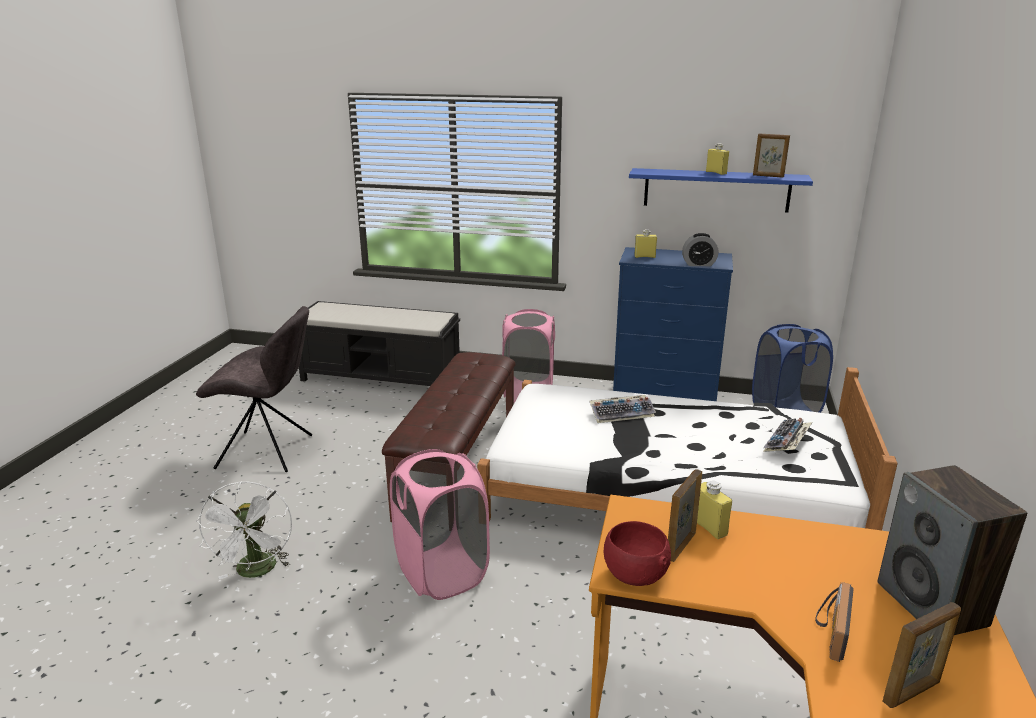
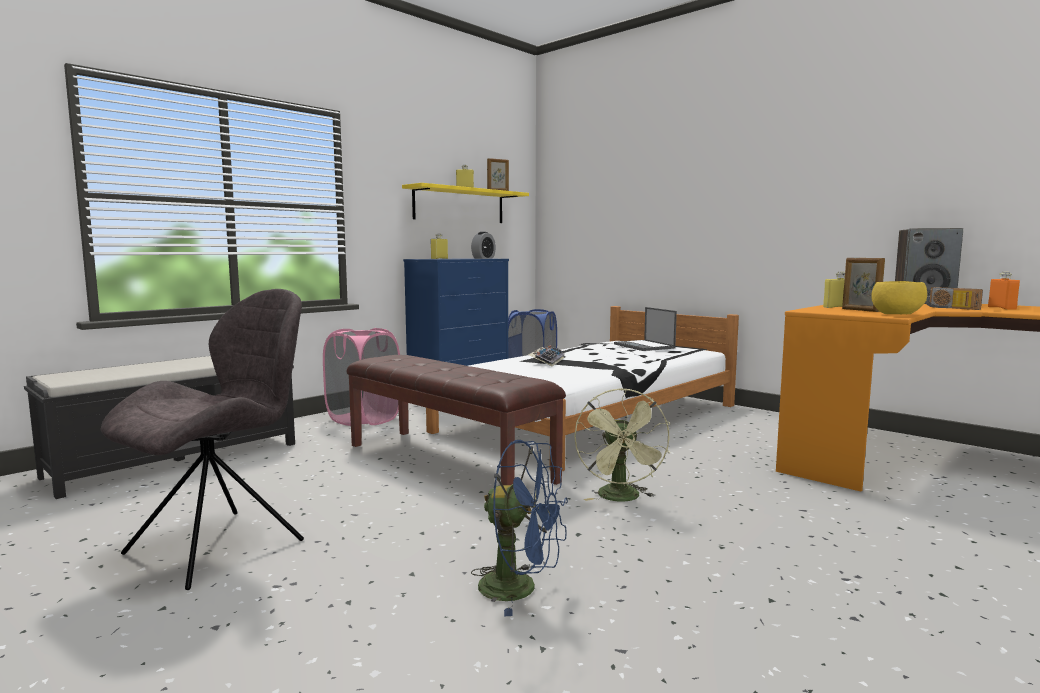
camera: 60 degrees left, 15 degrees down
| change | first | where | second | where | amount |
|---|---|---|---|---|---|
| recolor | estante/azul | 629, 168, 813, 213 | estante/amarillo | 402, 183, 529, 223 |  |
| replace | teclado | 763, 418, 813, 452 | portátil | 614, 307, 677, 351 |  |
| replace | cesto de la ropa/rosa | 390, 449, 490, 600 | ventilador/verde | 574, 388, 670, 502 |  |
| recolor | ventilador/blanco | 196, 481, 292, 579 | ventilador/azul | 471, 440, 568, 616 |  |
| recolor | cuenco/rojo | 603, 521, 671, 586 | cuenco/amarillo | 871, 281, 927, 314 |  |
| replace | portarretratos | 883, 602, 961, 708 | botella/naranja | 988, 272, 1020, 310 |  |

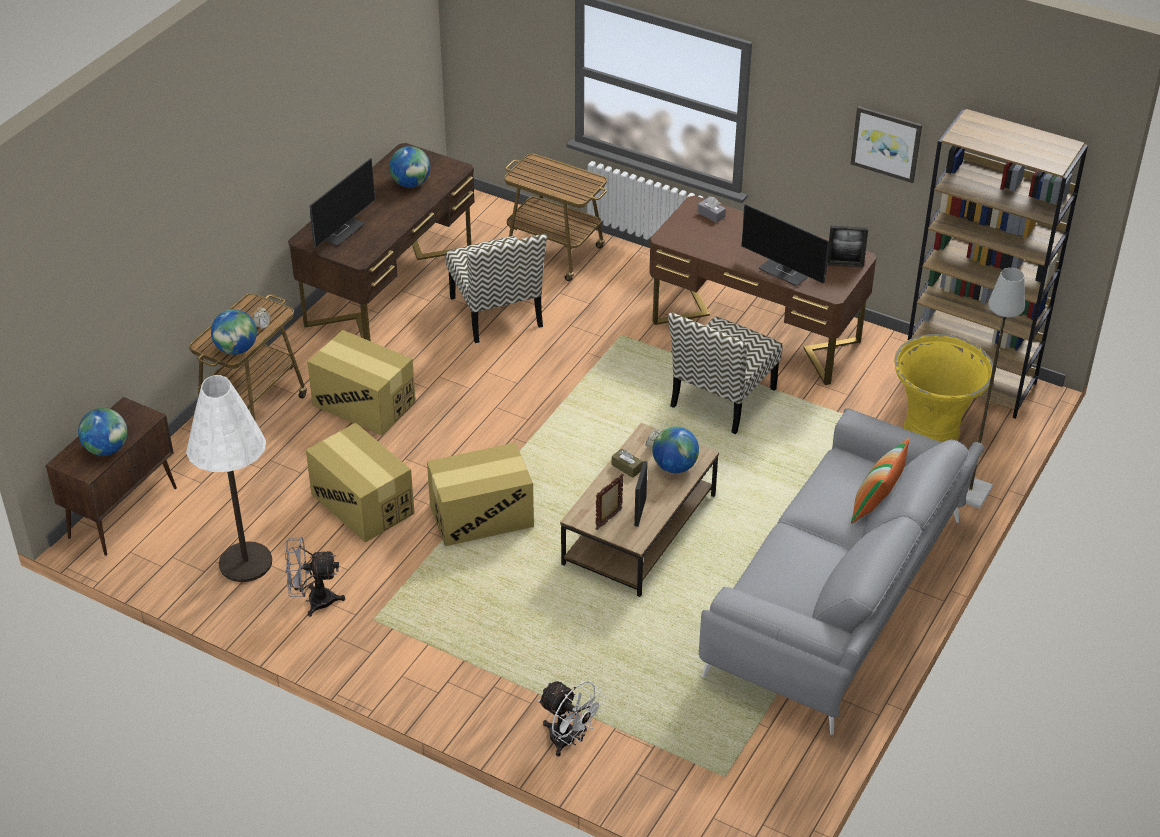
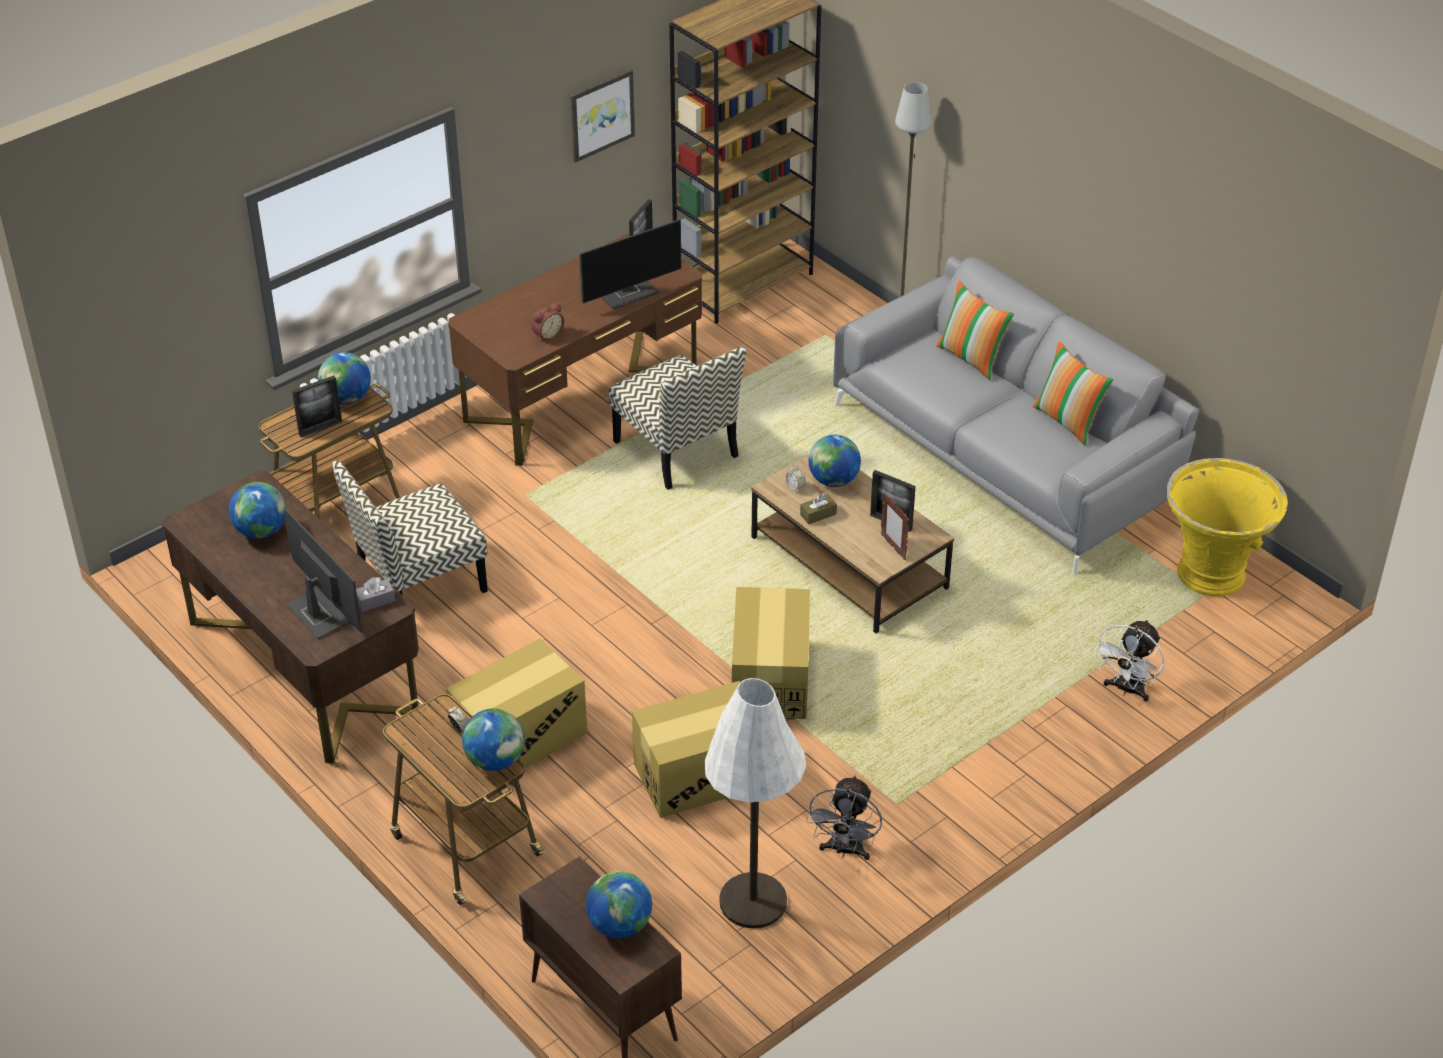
camera: 70 degrees left, 0 degrees up
| change | first | where | second | where | amount |
|---|---|---|---|---|---|
| move | caja de pañuelos/gris | 698, 197, 726, 223 |  | 356, 577, 395, 612 |  |
| rotate | silla | 446, 234, 547, 343 |  | 332, 460, 488, 594 | 150 degrees clockwise |
| move | maceta/amarillo | 894, 334, 993, 442 |  | 1166, 458, 1288, 597 |  |
| rotate | ventilador/blanco | 538, 681, 605, 757 |  | 1093, 620, 1164, 702 | 150 degrees clockwise |
| insert |  |  | despertador | 531, 303, 564, 342 |  |
| insert |  |  | cojín | 1033, 341, 1114, 446 |  |
| insert |  |  | globo terráqueo | 318, 352, 371, 405 |  |
| insert |  |  | portarretratos | 292, 375, 342, 437 |  |

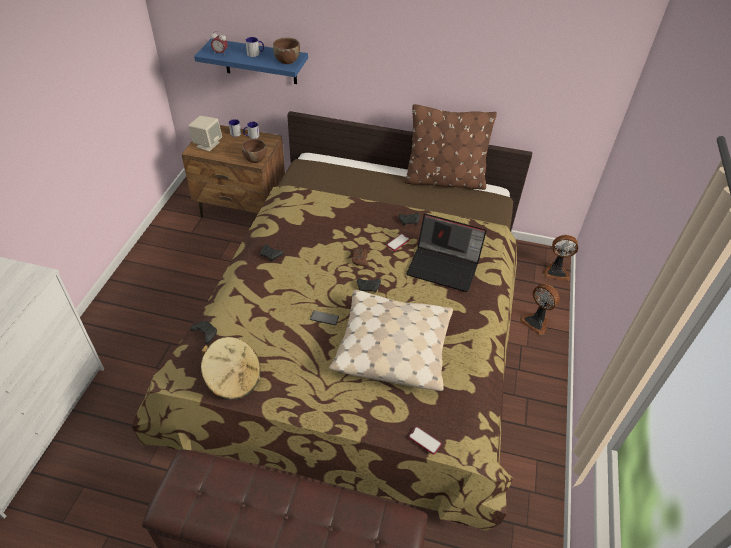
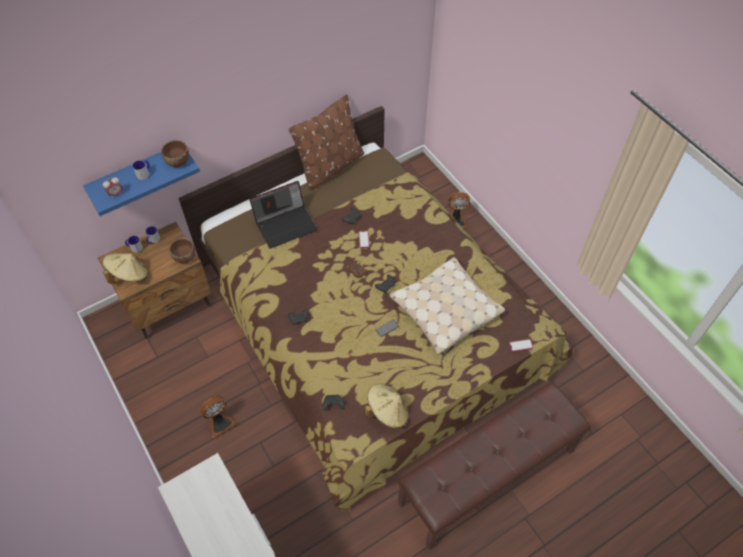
camera: 45 degrees left, 10 degrees up
| change | first | where | second | where | amount |
|---|---|---|---|---|---|
| replace | altavoz/beis | 188, 116, 222, 151 | sombrero/beis | 102, 253, 148, 284 |  |
| move | portátil | 406, 214, 487, 292 |  | 250, 181, 317, 249 |  |
| move | ventilador | 543, 235, 578, 281 |  | 200, 395, 236, 438 |  |

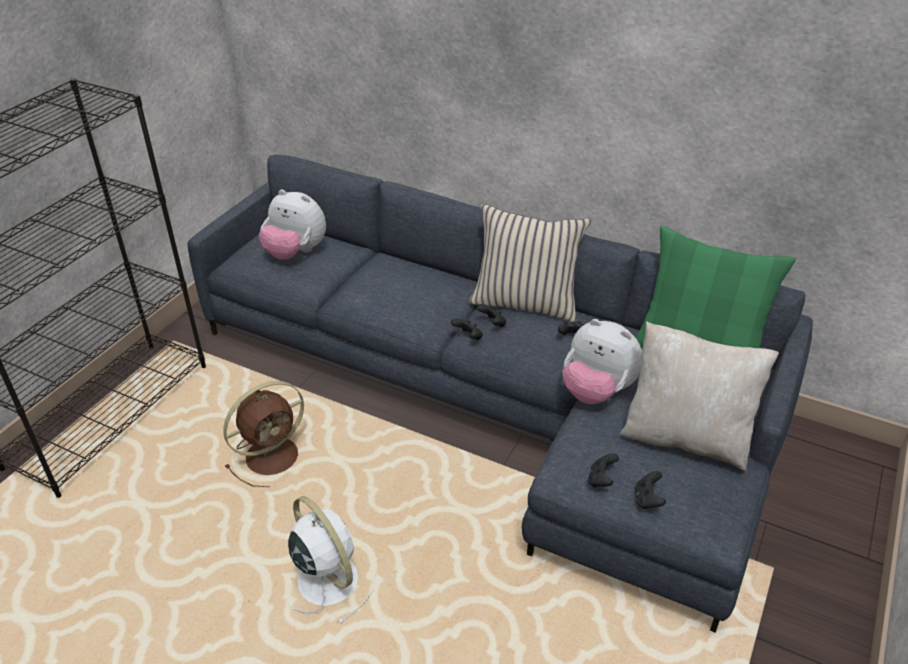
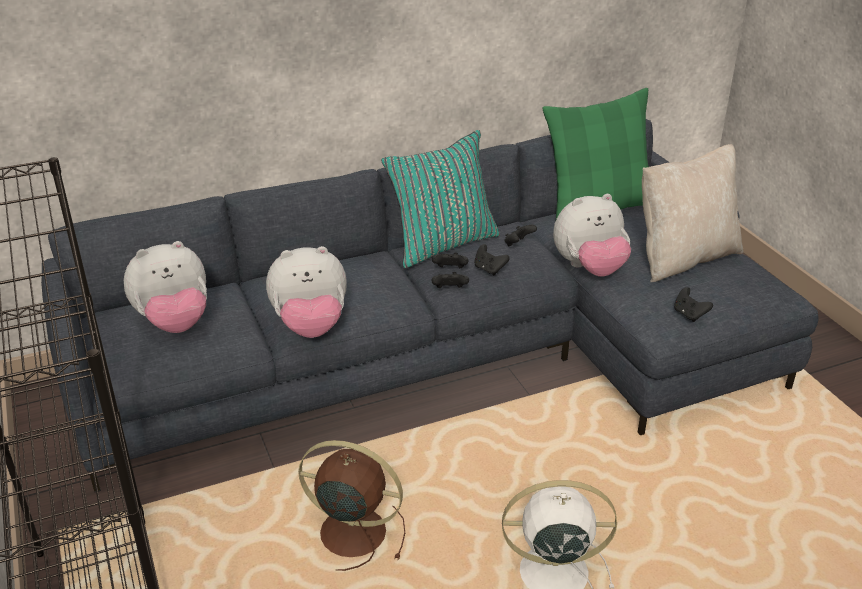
camera: 50 degrees left, 5 degrees down
| change | first | where | second | where | amount |
|---|---|---|---|---|---|
| recolor | cojín/beis | 469, 204, 591, 323 | cojín/turquesa | 381, 130, 500, 268 |  |
| rotate | ventilador/marrón | 223, 381, 304, 487 |  | 298, 440, 405, 571 | 75 degrees counterclockwise |
| move | mando de consola/negro | 635, 471, 666, 510 |  | 474, 244, 510, 275 |  |
| insert |  |  | peluche | 266, 246, 347, 338 |  |

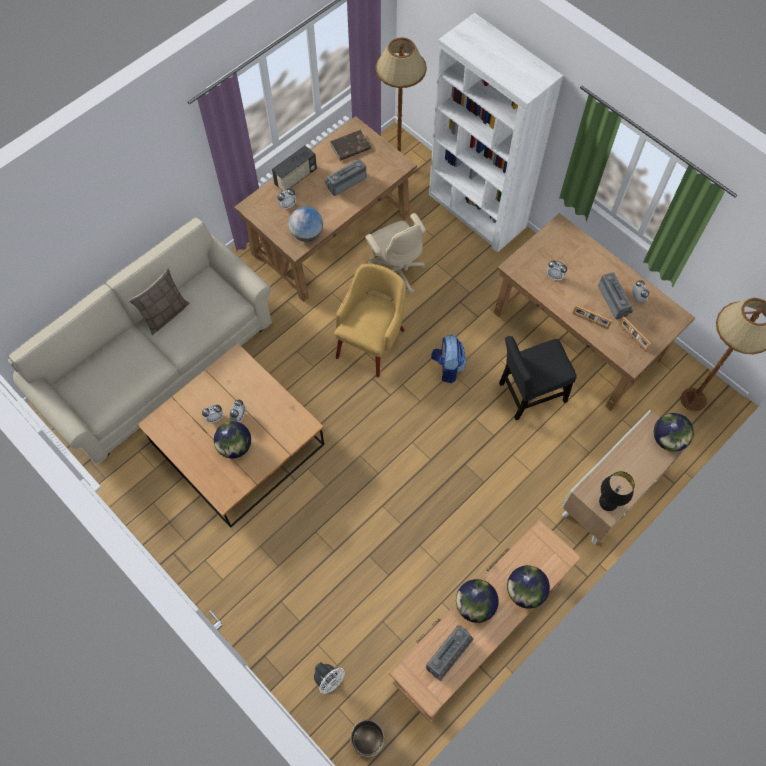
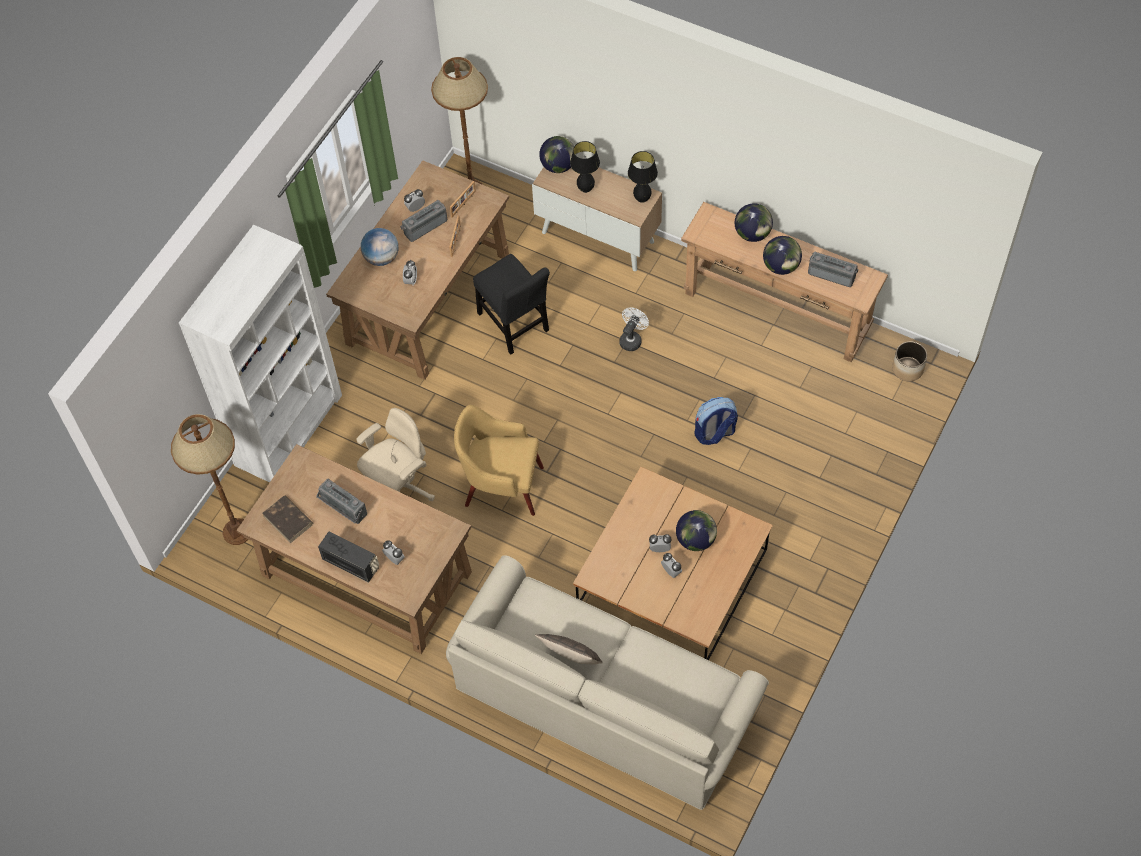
camera: 105 degrees left, 5 degrees down
| change | first | where | second | where | amount |
|---|---|---|---|---|---|
| move | globo terráqueo | 289, 207, 323, 242 |  | 361, 228, 399, 266 |  |
| move | mochila | 431, 335, 466, 383 |  | 694, 397, 738, 445 |  |
| move | ventilador/blanco | 314, 662, 345, 694 |  | 619, 307, 649, 351 |  |
| insert |  |  | lámpara de mesa/negro | 570, 141, 600, 193 |  |

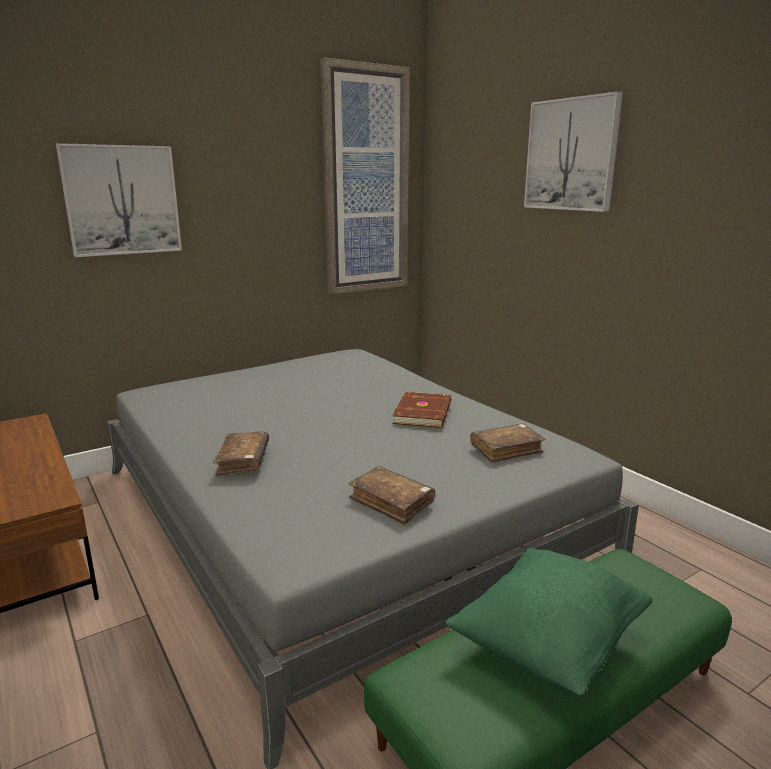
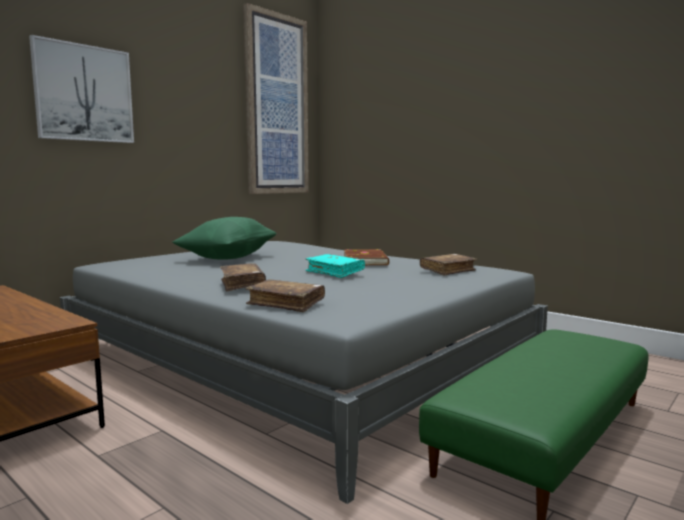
camera: 15 degrees left, 10 degrees down
| change | first | where | second | where | amount |
|---|---|---|---|---|---|
| delete | cuadro | 524, 91, 623, 212 |  |  |  |
| move | libro/marrón | 348, 466, 435, 525 |  | 245, 279, 325, 312 |  |
| move | cojín/verde | 445, 548, 653, 695 |  | 172, 217, 277, 260 |  |
| insert |  |  | libro/turquesa | 305, 254, 365, 278 |  |

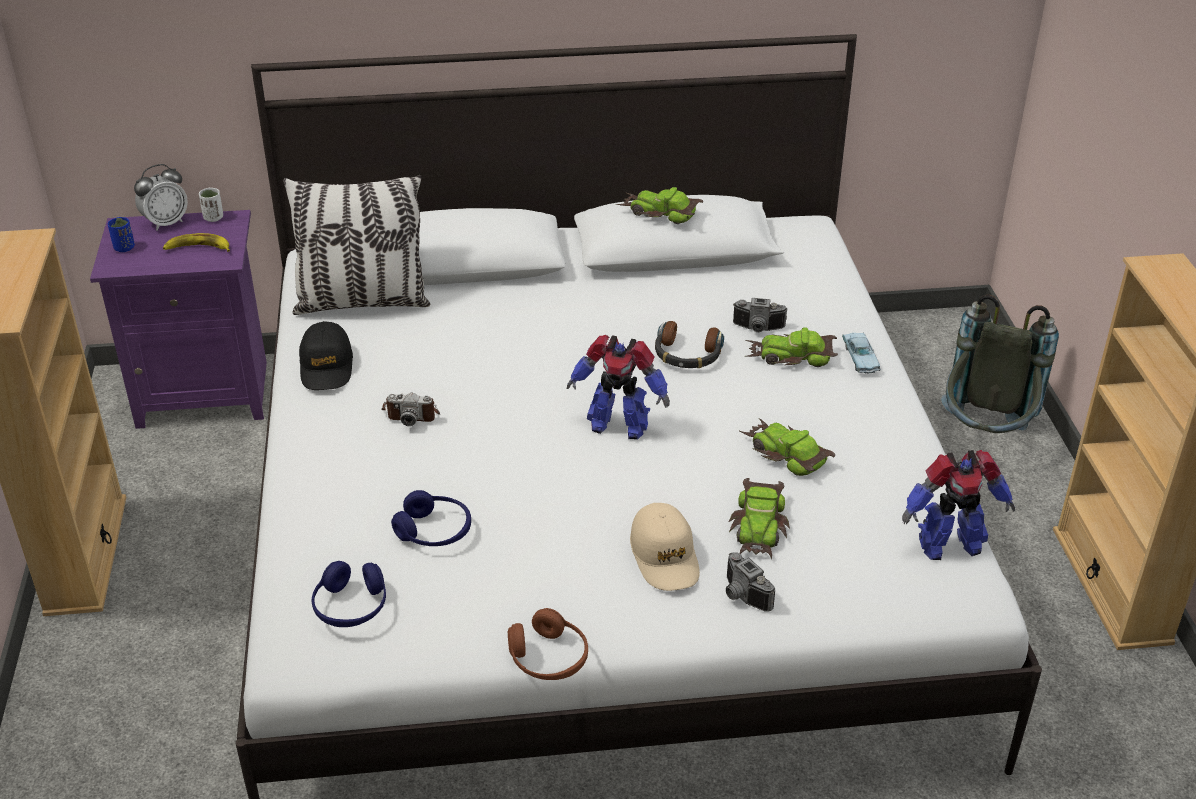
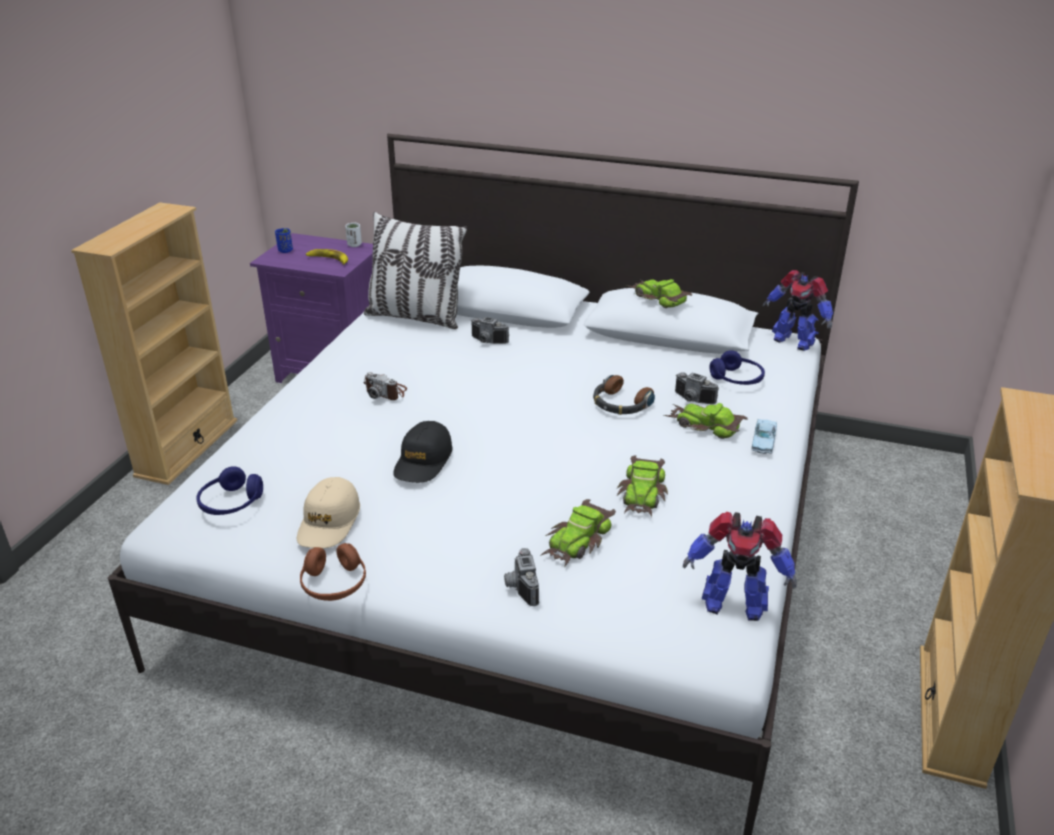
camera: 25 degrees right, 5 degrees down
| change | first | where | second | where | amount |
|---|---|---|---|---|---|
| delete | despertador | 134, 164, 188, 231 |  |  |  |
| delete | mochila/gris | 941, 295, 1059, 433 |  |  |  |
| move | gorra/negro | 299, 321, 353, 390 |  | 393, 421, 453, 483 |  |
| move | robot de juguete | 567, 335, 670, 439 |  | 763, 270, 833, 351 |  |
| rotate | coche de juguete | 740, 418, 835, 476 |  | 617, 455, 668, 517 | 150 degrees counterclockwise |
| move | auriculares/azul | 391, 490, 471, 546 |  | 710, 350, 765, 385 |  |
| move | gorra/beis | 630, 503, 700, 591 |  | 297, 477, 360, 548 |  |
| insert |  |  | cámara | 471, 317, 509, 344 |  |

